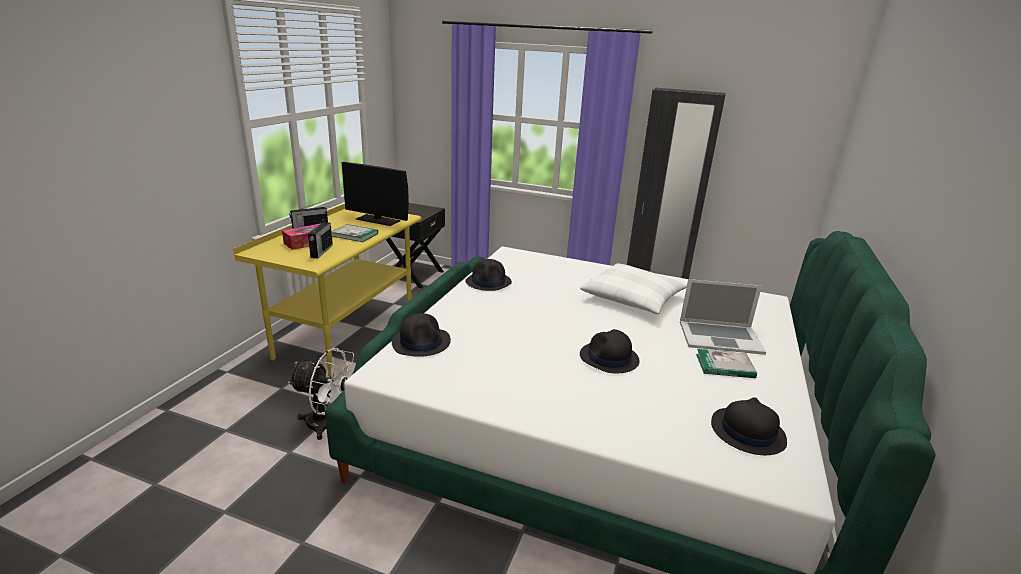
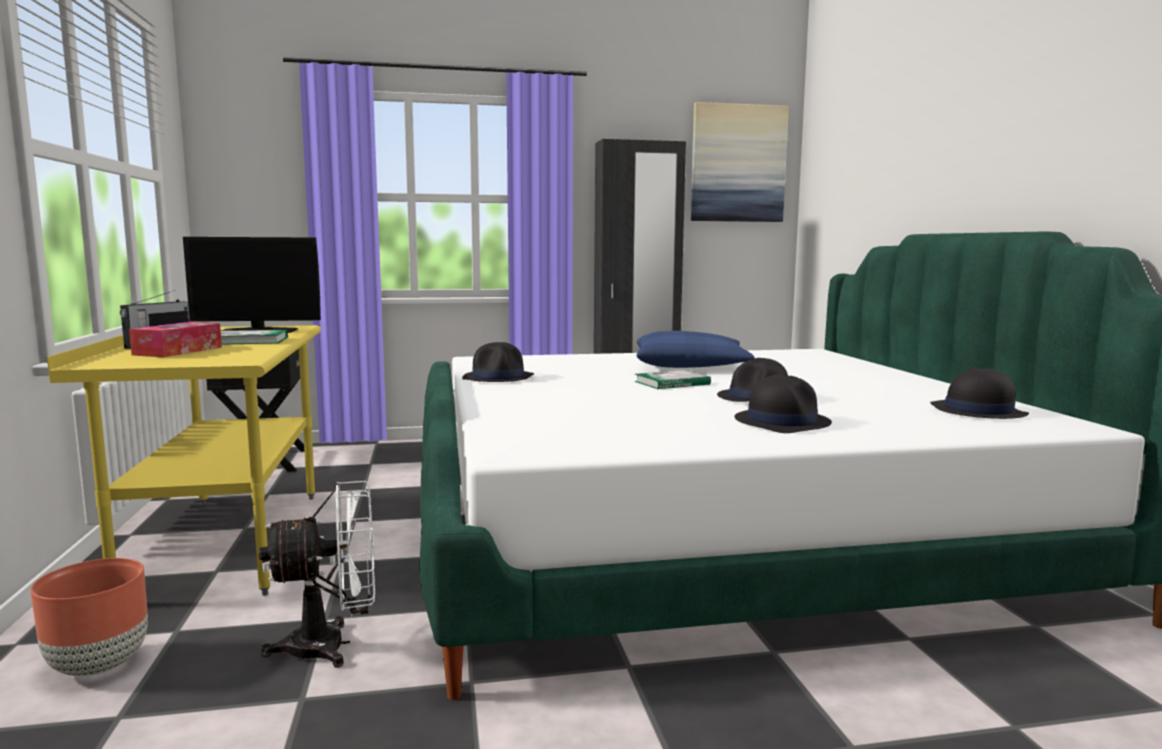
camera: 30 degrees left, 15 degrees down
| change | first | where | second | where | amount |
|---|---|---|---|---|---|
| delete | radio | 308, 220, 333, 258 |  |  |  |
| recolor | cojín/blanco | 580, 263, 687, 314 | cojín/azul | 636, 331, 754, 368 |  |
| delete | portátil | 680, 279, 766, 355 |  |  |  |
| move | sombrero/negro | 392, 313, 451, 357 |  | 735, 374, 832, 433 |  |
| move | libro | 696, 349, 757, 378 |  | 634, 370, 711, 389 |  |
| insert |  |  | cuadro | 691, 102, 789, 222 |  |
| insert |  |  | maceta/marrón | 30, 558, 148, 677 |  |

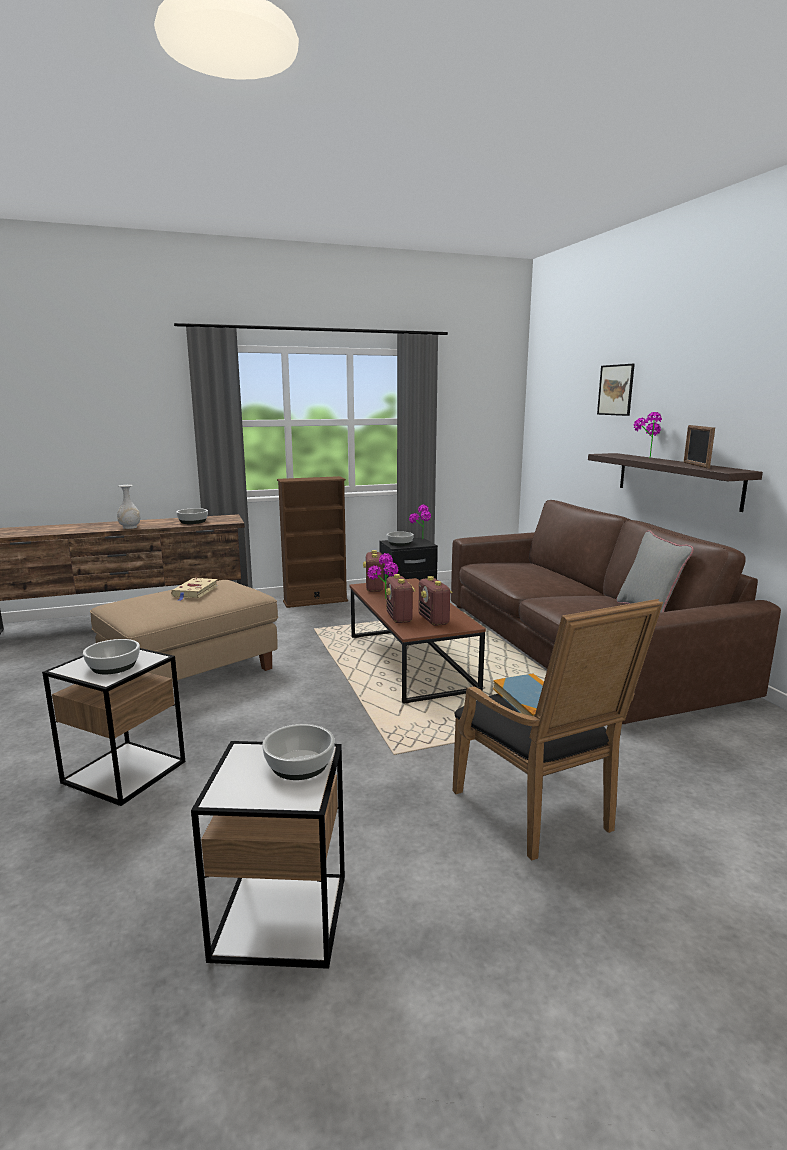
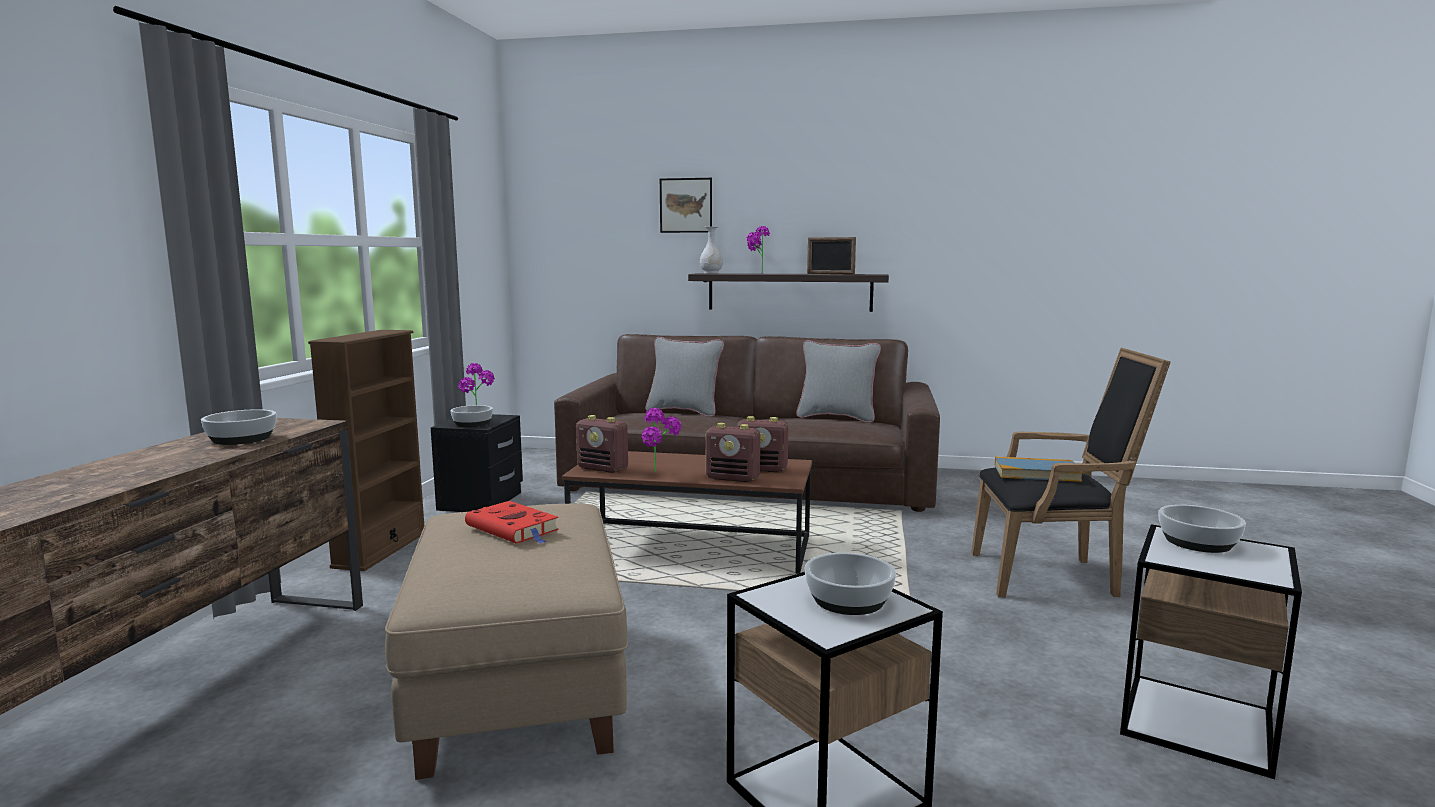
camera: 60 degrees left, 5 degrees down
| change | first | where | second | where | amount |
|---|---|---|---|---|---|
| move | florero/blanco | 117, 485, 140, 529 |  | 700, 226, 723, 274 |  |
| recolor | libro/beis | 171, 578, 218, 601 | libro/rojo | 465, 501, 559, 544 |  |
| insert |  |  | cojín/gris | 645, 337, 724, 417 |  |

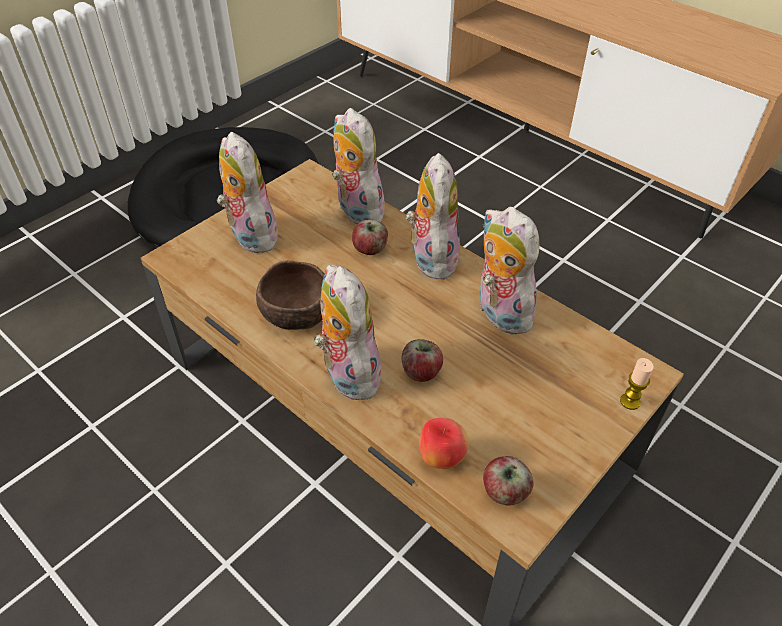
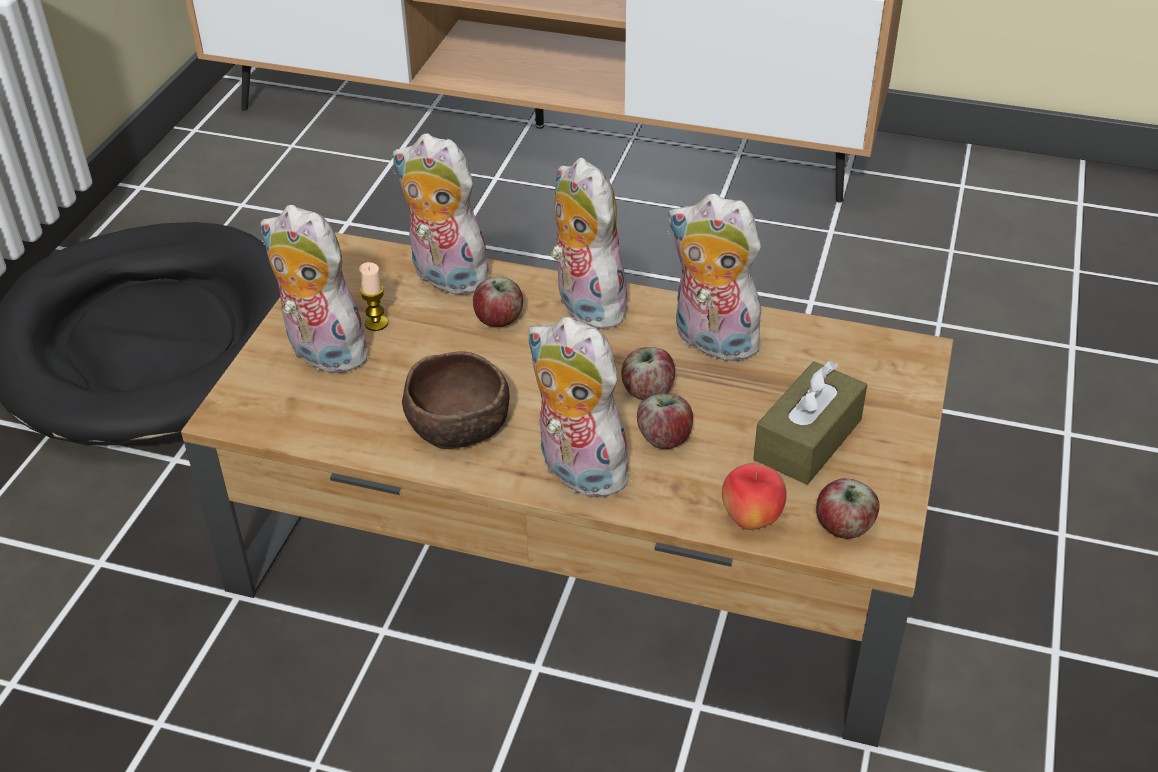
camera: 25 degrees left, 5 degrees down
| change | first | where | second | where | amount |
|---|---|---|---|---|---|
| move | vela | 620, 358, 654, 410 |  | 359, 262, 388, 331 |  |
| insert |  |  | manzana | 621, 347, 675, 400 |  |
| insert |  |  | caja de pañuelos/marrón | 754, 361, 867, 485 |  |

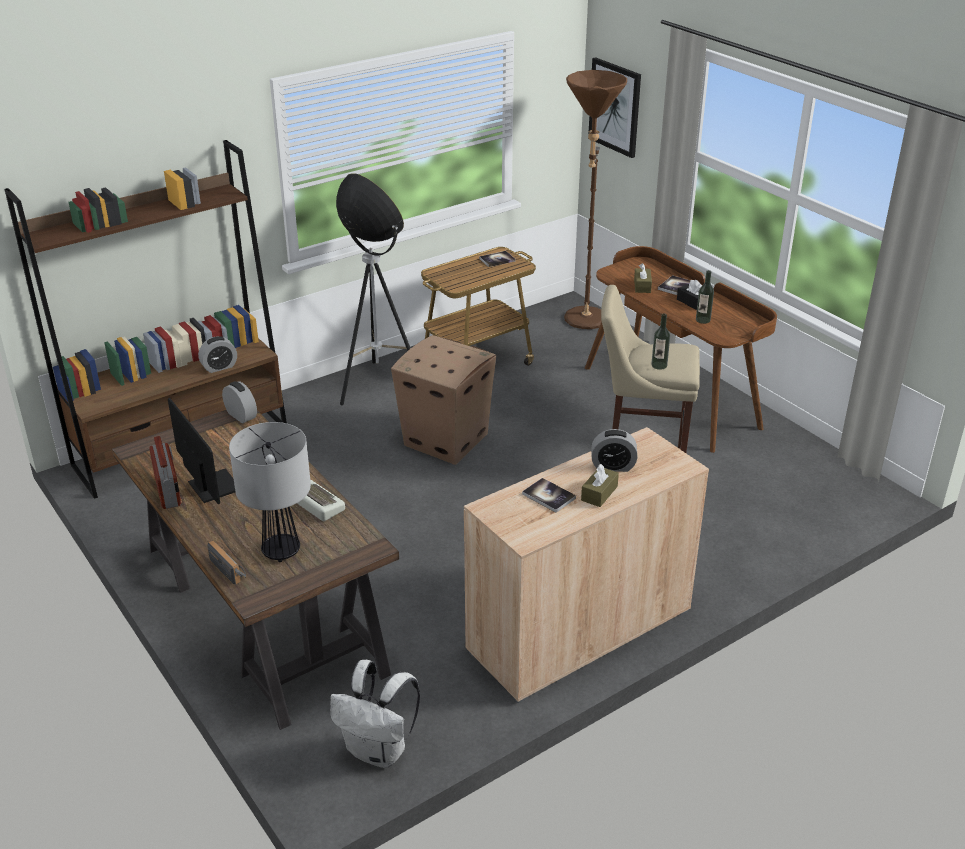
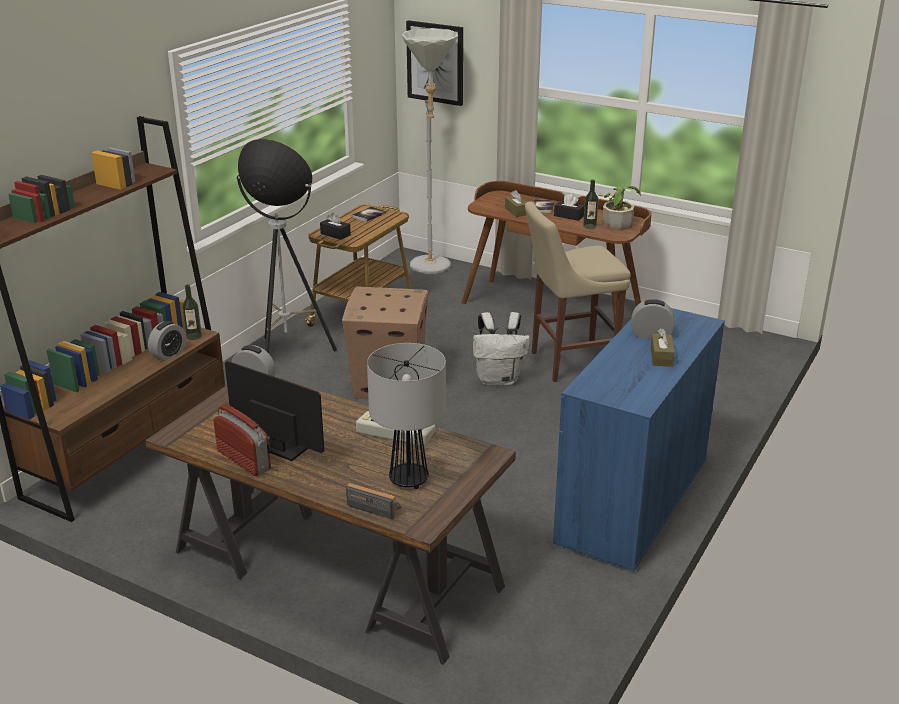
camera: 25 degrees left, 5 degrees down
| change | first | where | second | where | amount |
|---|---|---|---|---|---|
| recolor | lámpara de pie/marrón | 564, 70, 627, 329 | lámpara de pie/gris | 402, 28, 458, 274 |  |
| move | botella | 651, 314, 670, 370 |  | 182, 284, 202, 340 |  |
| recolor | armario/beis | 464, 427, 709, 703 | armario/azul | 553, 308, 725, 574 |  |
| rotate | despertador | 591, 429, 638, 472 |  | 631, 299, 674, 339 | 150 degrees counterclockwise |
| delete | libro | 522, 478, 576, 513 |  |  |  |
| move | mochila/blanco | 330, 660, 420, 768 |  | 473, 312, 530, 386 |  |
| insert |  |  | planta en maceta | 598, 186, 641, 230 |  |
| insert |  |  | caja de pañuelos/negro | 320, 213, 351, 240 |  |

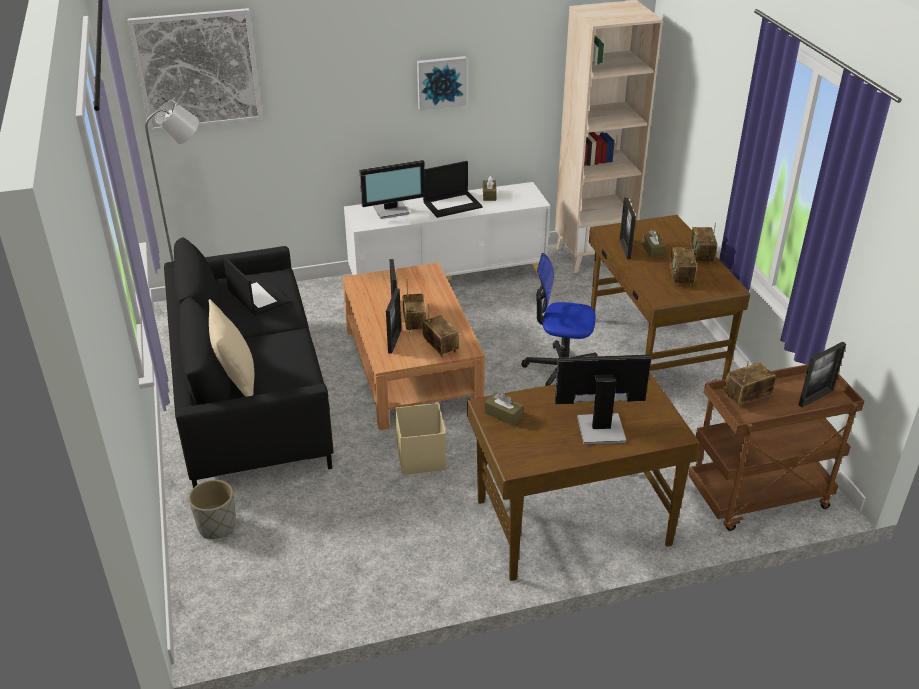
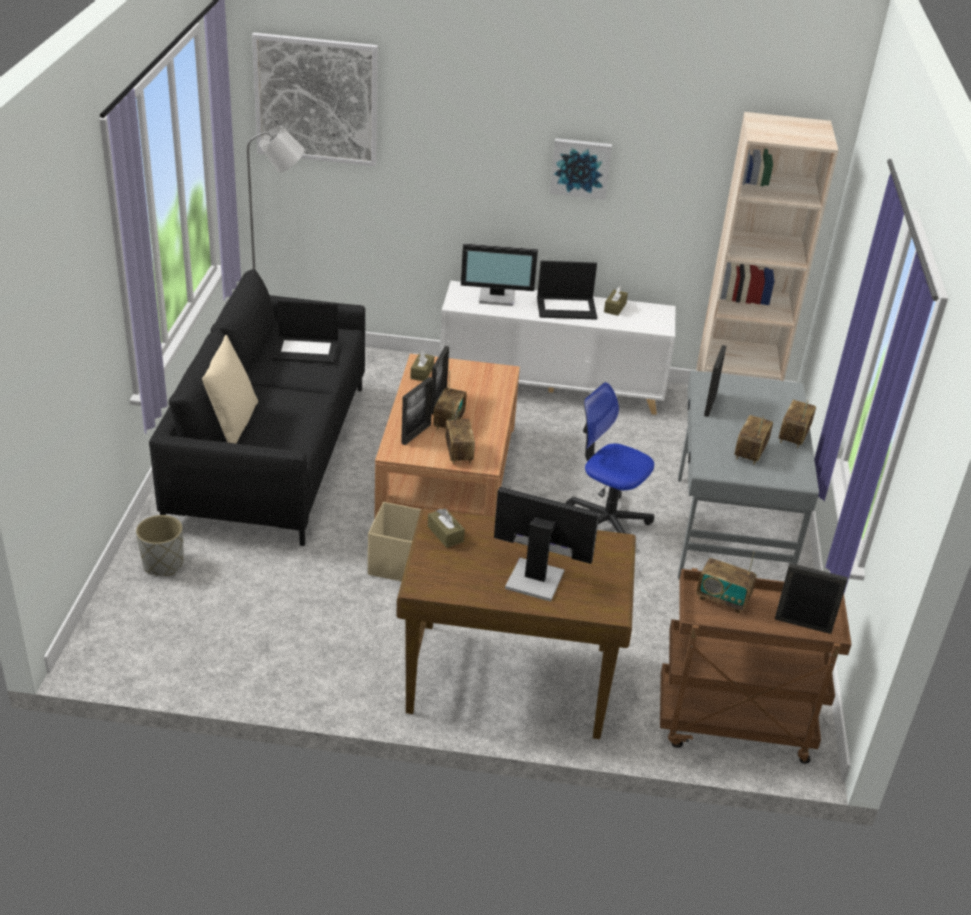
camera: 20 degrees right, 0 degrees up
| change | first | where | second | where | amount |
|---|---|---|---|---|---|
| recolor | escritorio/marrón | 589, 215, 750, 380 | escritorio/gris | 678, 370, 819, 579 |  |
| move | caja de pañuelos/marrón | 642, 230, 665, 258 |  | 410, 350, 434, 381 |  |
| rotate | portátil | 223, 257, 290, 315 |  | 272, 300, 338, 364 | 105 degrees clockwise |
| rotate | portarretratos | 798, 342, 846, 408 |  | 775, 563, 848, 634 | 150 degrees counterclockwise |
| rotate | radio | 724, 361, 776, 407 |  | 697, 551, 757, 613 | 150 degrees counterclockwise |

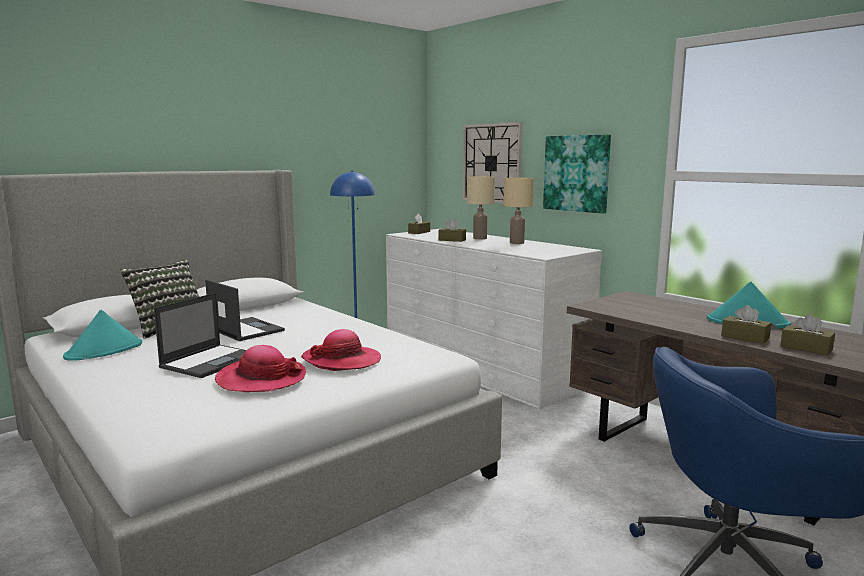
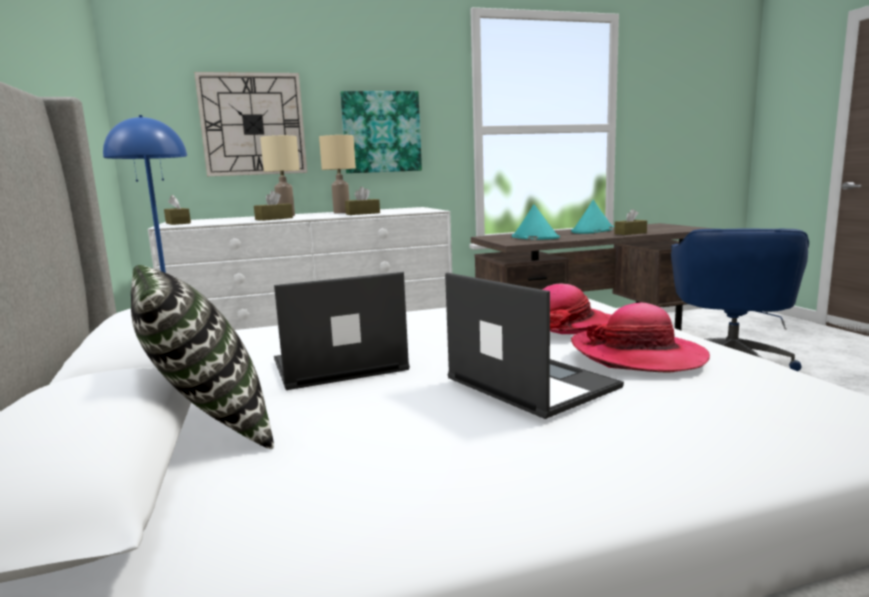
camera: 65 degrees left, 0 degrees up
| change | first | where | second | where | amount |
|---|---|---|---|---|---|
| move | sombrero/turquesa | 63, 310, 142, 361 |  | 512, 205, 560, 240 |  |
| move | caja de pañuelos/marrón | 780, 314, 835, 355 |  | 345, 187, 380, 215 |  |

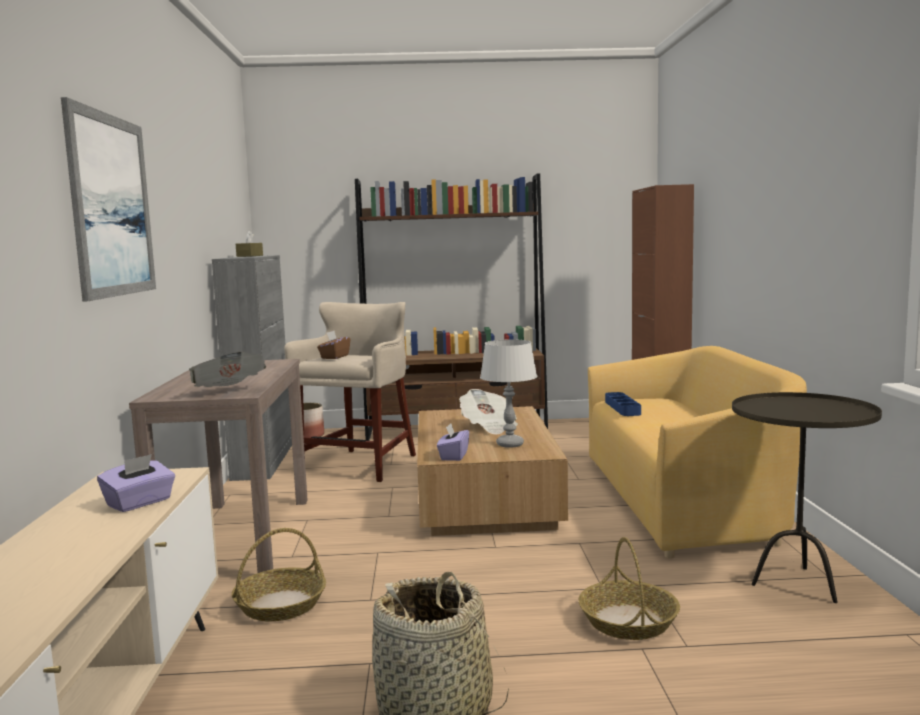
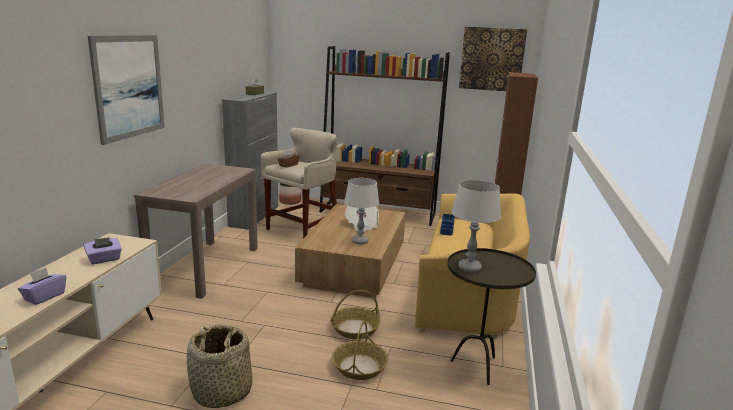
camera: 15 degrees right, 10 degrees up
| change | first | where | second | where | amount |
|---|---|---|---|---|---|
| delete | periódico | 189, 352, 267, 387 |  |  |  |
| move | caja de pañuelos/morado | 437, 423, 469, 461 |  | 18, 268, 66, 305 |  |
| move | cesta | 231, 528, 326, 621 |  | 330, 290, 381, 339 |  |
| insert |  |  | cuadro | 459, 27, 527, 91 |  |
| insert |  |  | lámpara de mesa/gris | 451, 180, 501, 272 |  |

